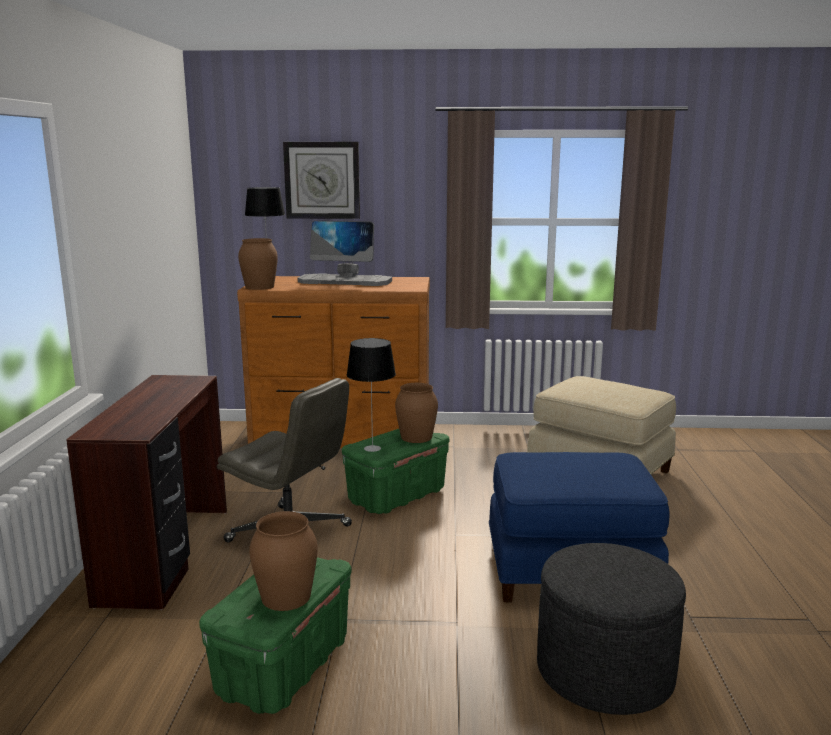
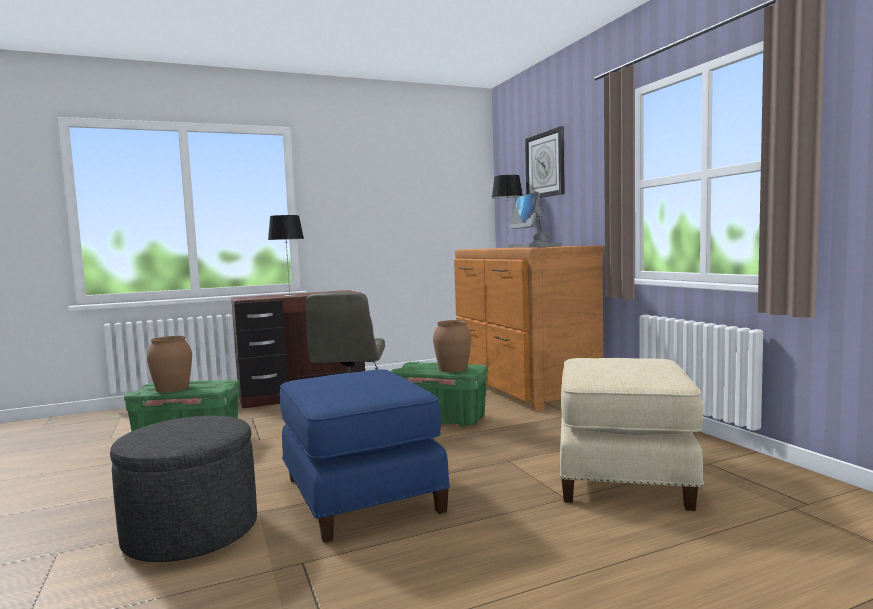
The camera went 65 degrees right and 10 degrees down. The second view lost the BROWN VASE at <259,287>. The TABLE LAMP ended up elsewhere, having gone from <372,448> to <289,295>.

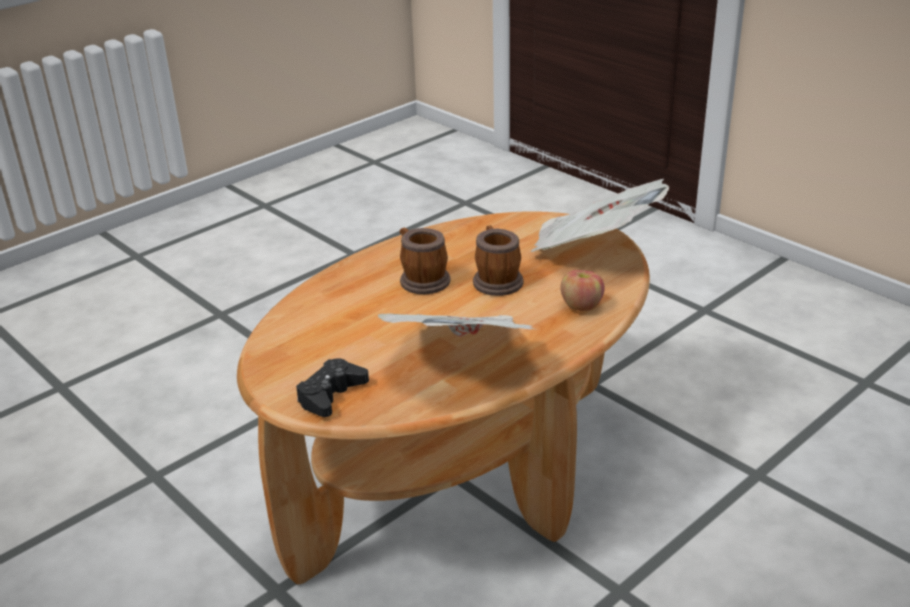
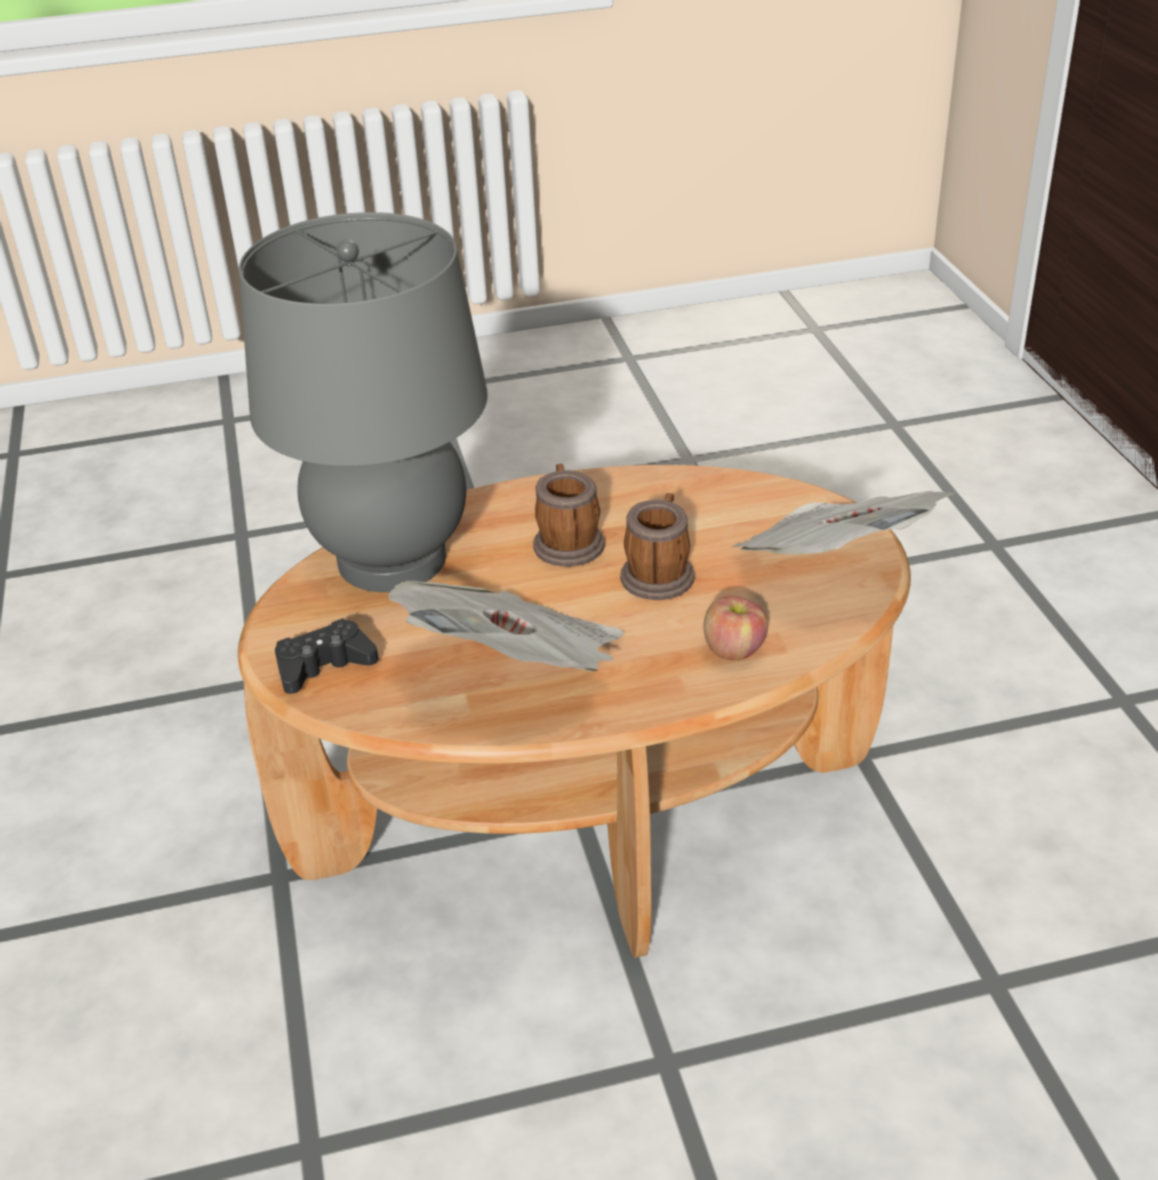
The camera went 30 degrees right and 5 degrees up. The second view gained the GREY TABLE LAMP at <392,559>.

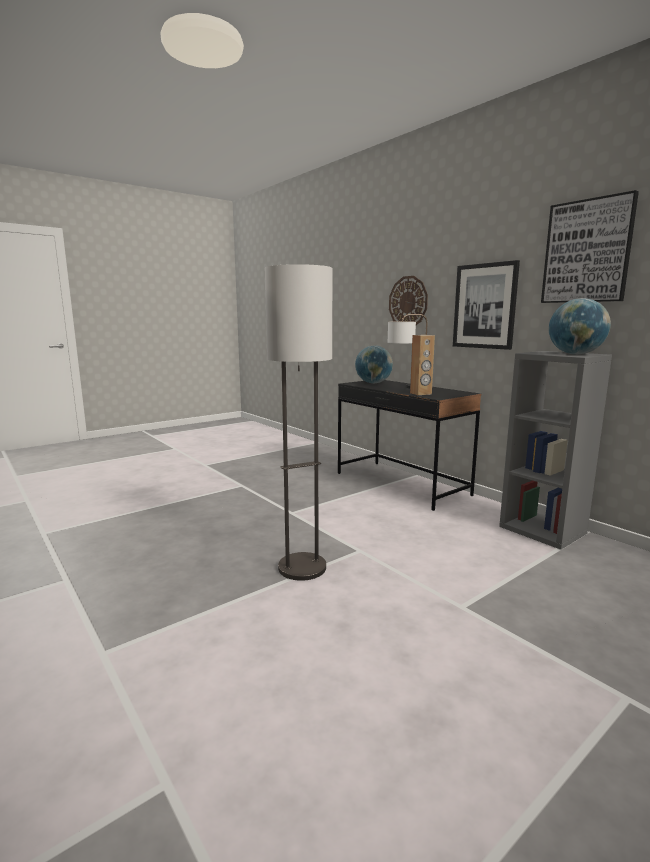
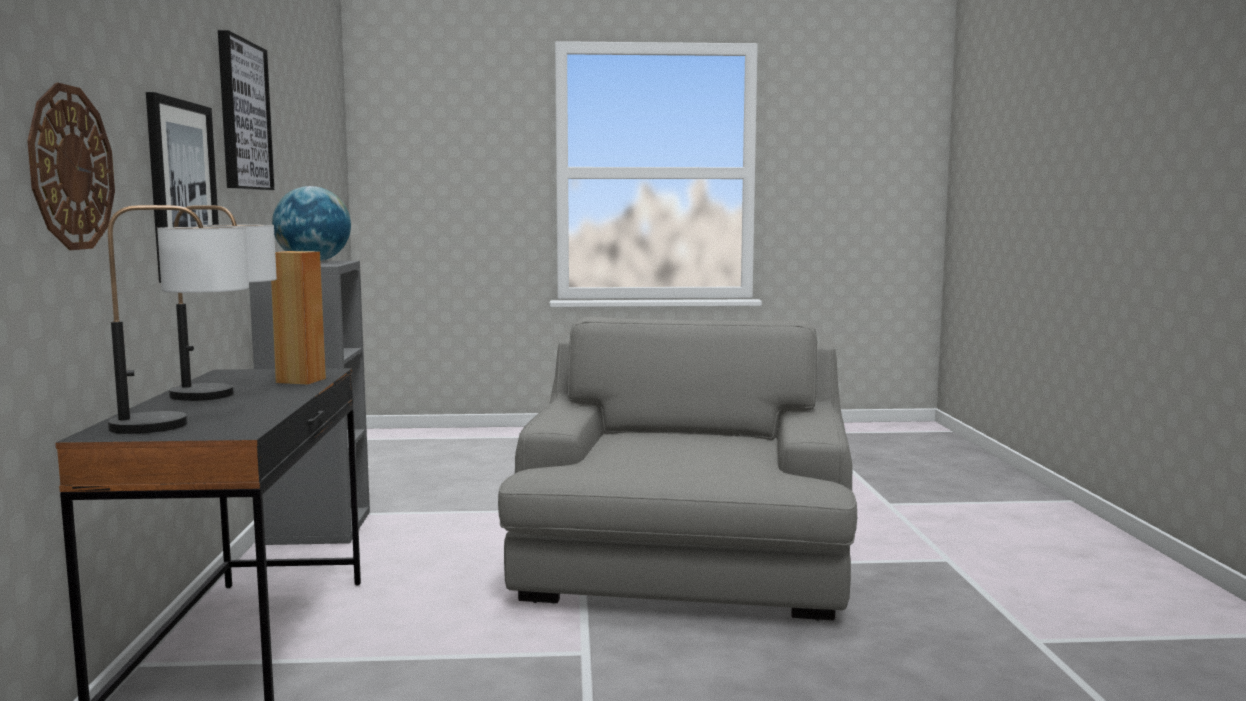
The camera went 145 degrees left and 5 degrees down. Where the FLOOR LAMP stood at <302,568>, the GREY ARMCHAIR came to stand at <684,570>. Where the GLOBE stood at <373,383>, the TABLE LAMP came to stand at <187,423>.

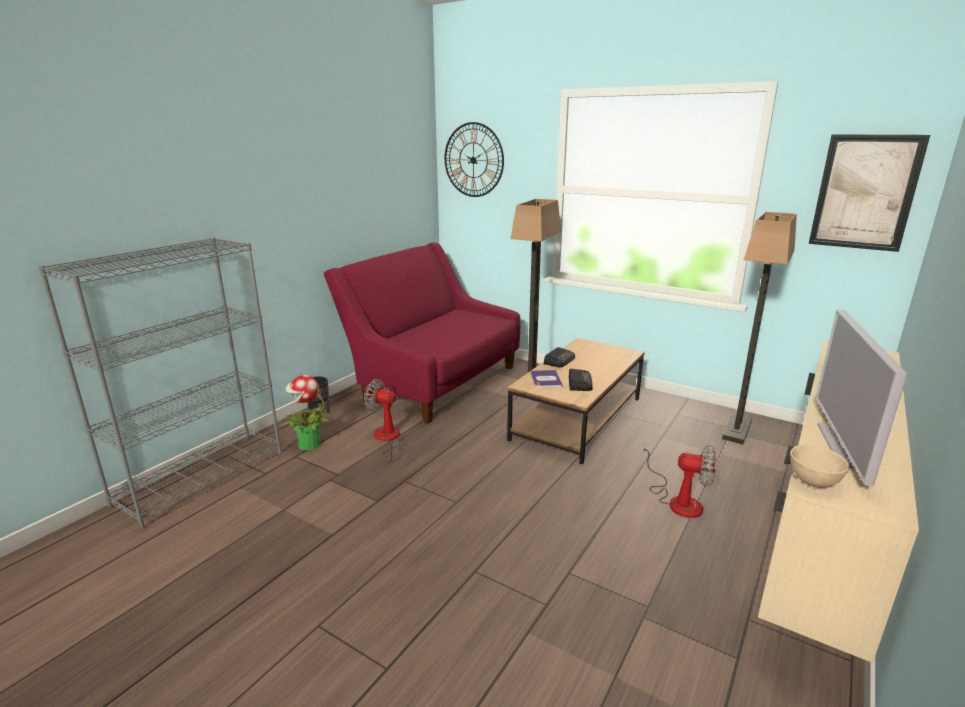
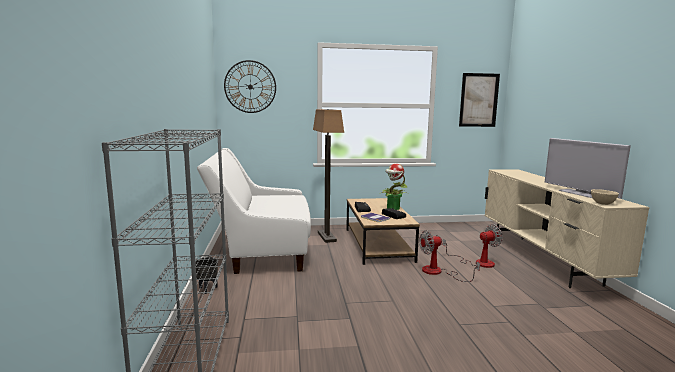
The camera went 40 degrees left and 10 degrees down. The second view lost the FLOOR LAMP at <736,430>. The POTTED PLANT ended up elsewhere, having gone from <308,444> to <393,208>. The FAN ended up elsewhere, having gone from <388,439> to <438,272>. What was the RED SOFA at <434,381> turned into the WHITE SOFA at <262,249>.

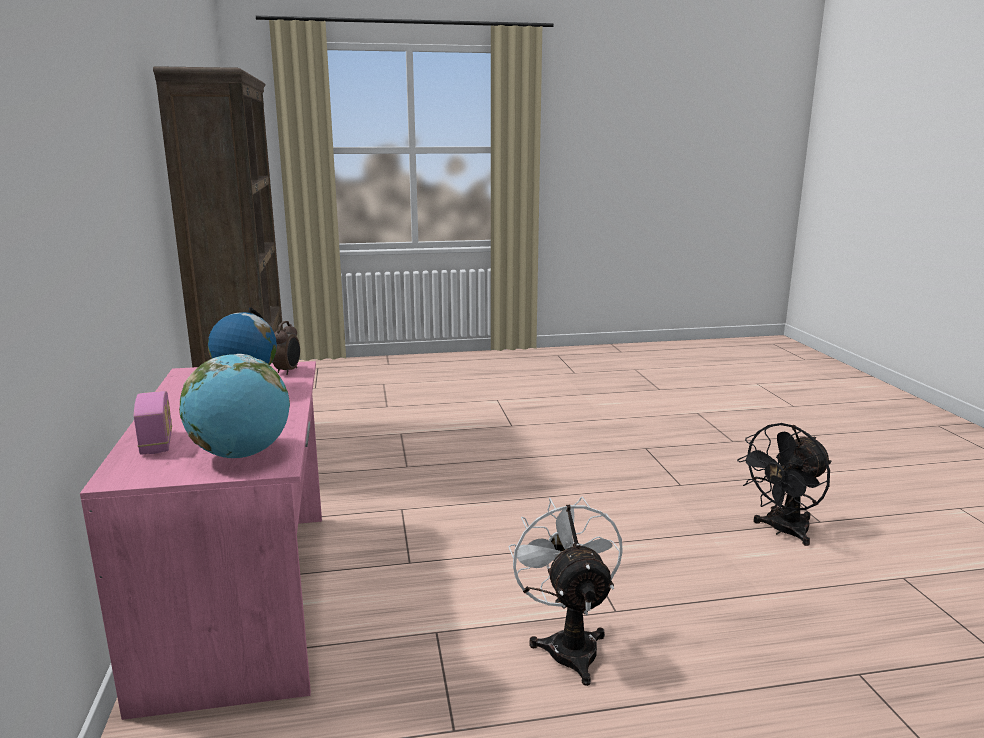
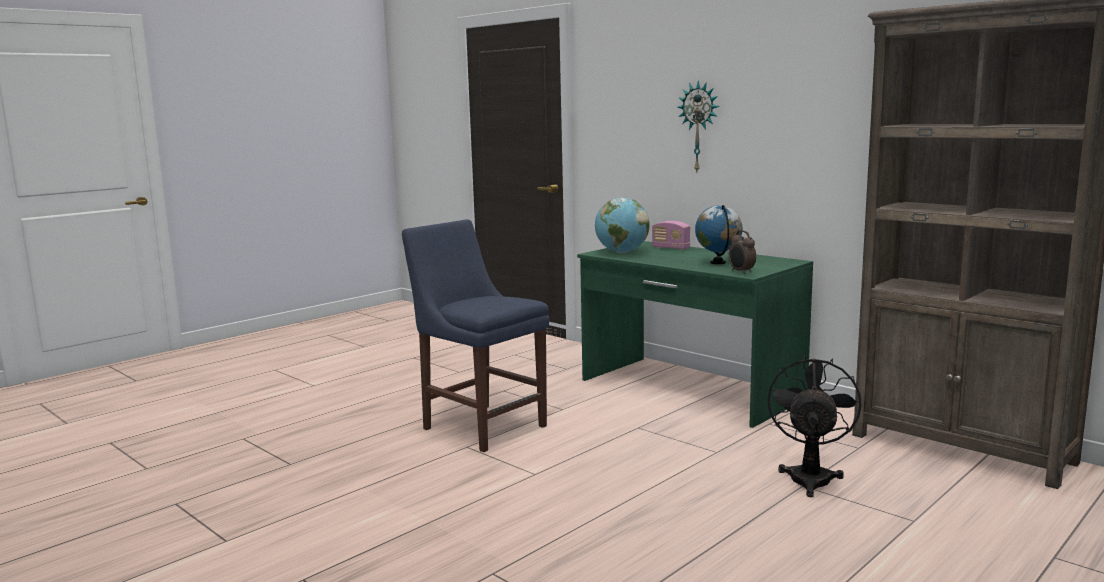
The camera went 145 degrees right and 5 degrees down. The second view gained the WALL CLOCK at <699,127>. The BLACK FAN ended up elsewhere, having gone from <783,531> to <810,476>. Where the WHITE FAN stood at <568,644>, the BLUE CHAIR came to stand at <481,425>. What was the PINK DESK at <245,598> turned into the GREEN DESK at <689,389>.

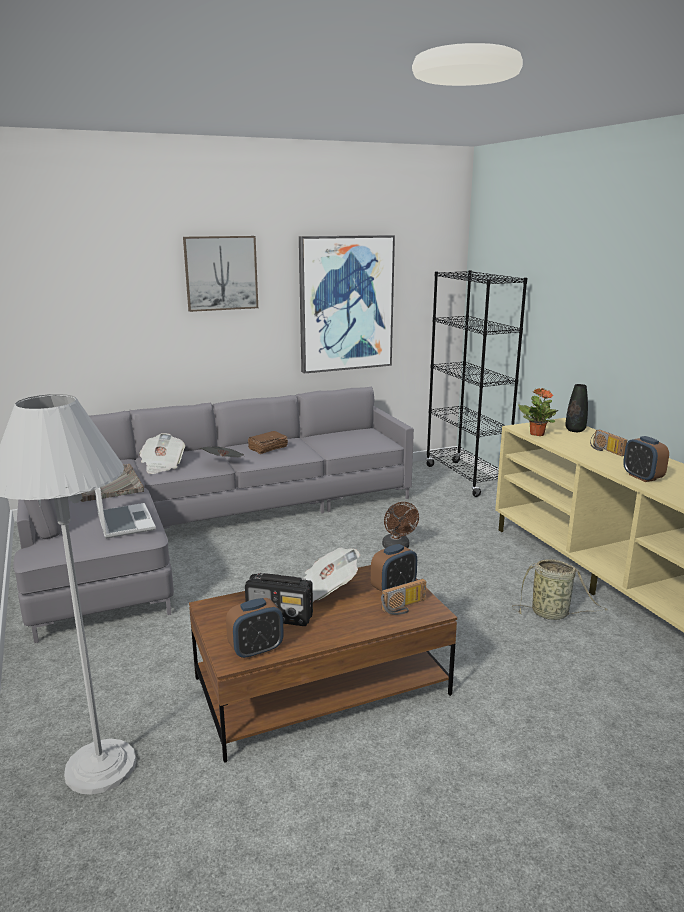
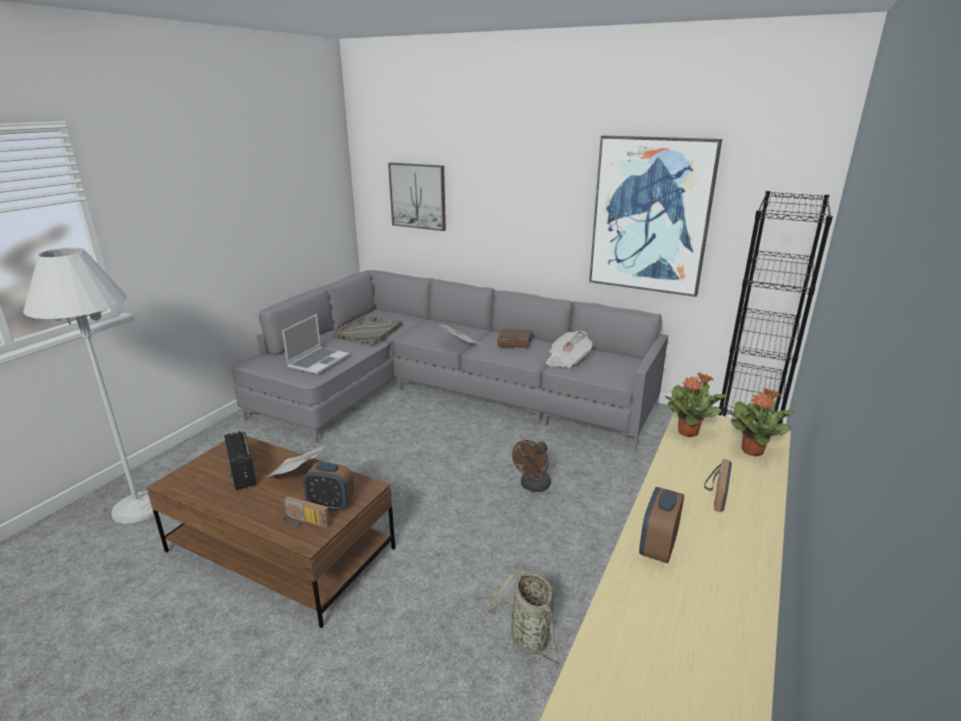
The camera went 50 degrees right and 5 degrees up. The second view lost the ALARM CLOCK at <256,650>. The NEWSPAPER ended up elsewhere, having gone from <162,465> to <566,361>. The PICTURE ended up elsewhere, having gone from <221,273> to <418,196>. Where the BLACK VASE stood at <575,430>, the POTTED PLANT came to stand at <753,450>.

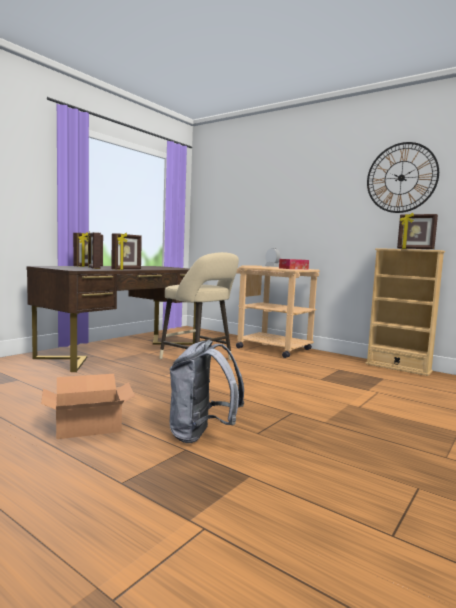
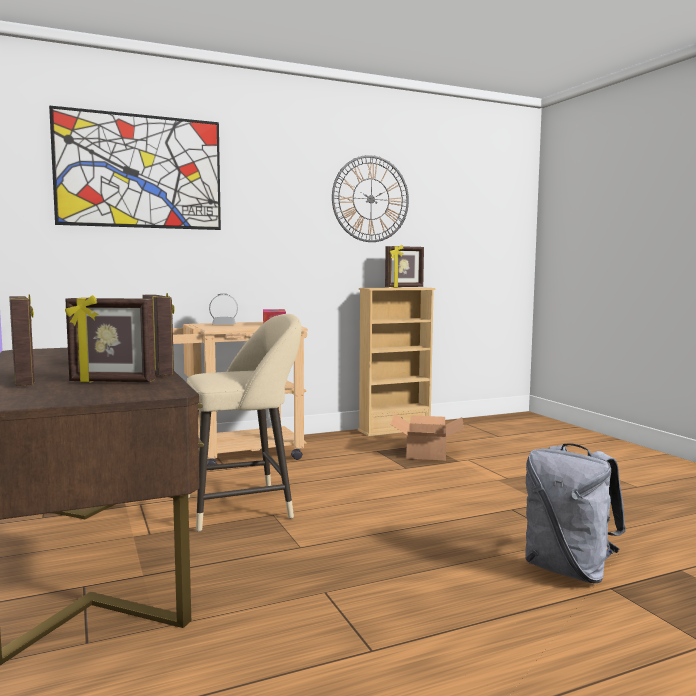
The camera went 60 degrees left and 0 degrees up. The second view gained the PICTURE at <140,171>. The CARDBOARD BOX ended up elsewhere, having gone from <87,425> to <425,452>.

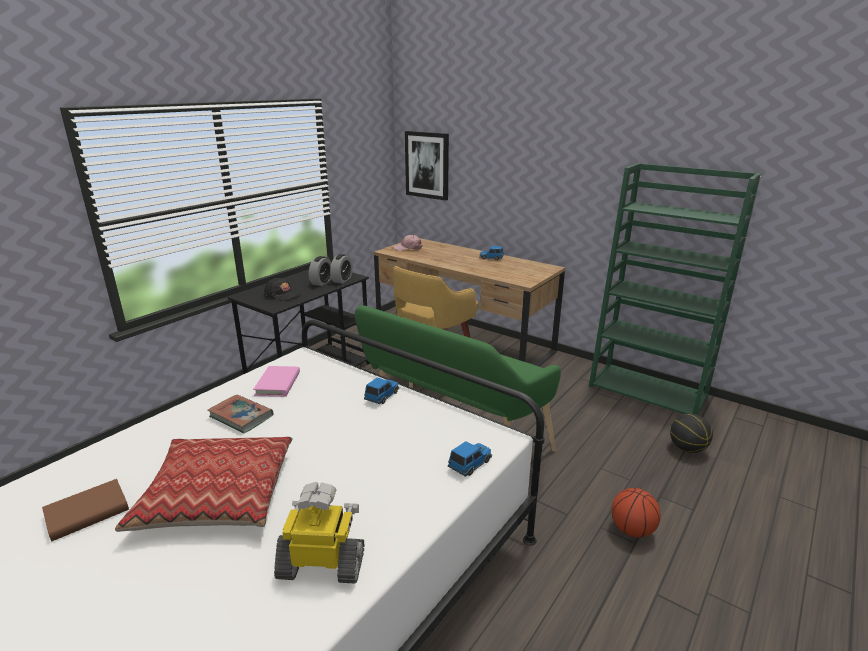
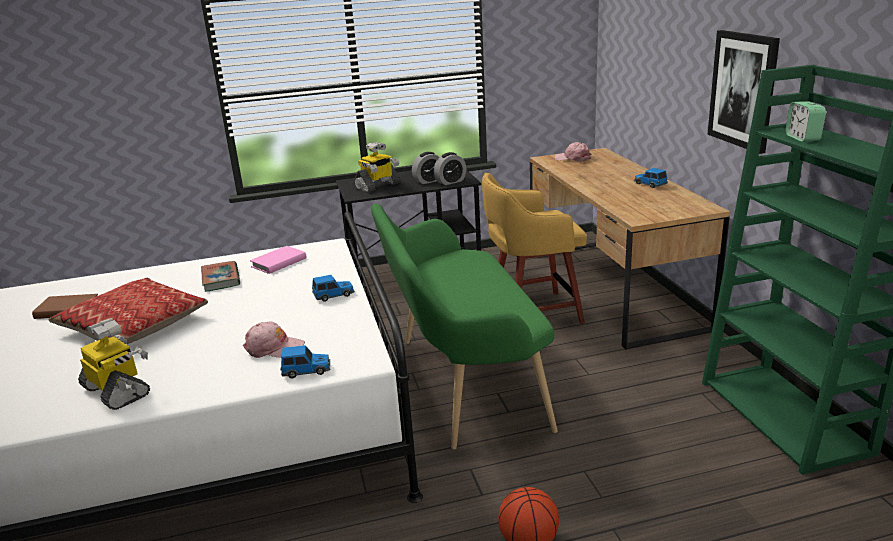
The camera went 40 degrees right and 0 degrees up. The second view lost the BASKETBALL at <687,448>. The second view gained the PINK CAP at <274,348>. The second view gained the ALARM CLOCK at <802,138>. The PICTURE ended up elsewhere, having gone from <427,165> to <743,90>. Where the BLACK CAP stood at <282,295>, the TOY ROBOT came to stand at <378,186>.

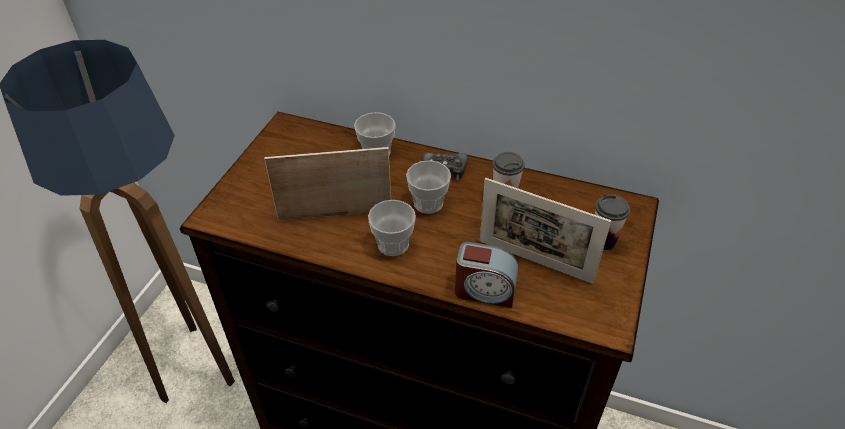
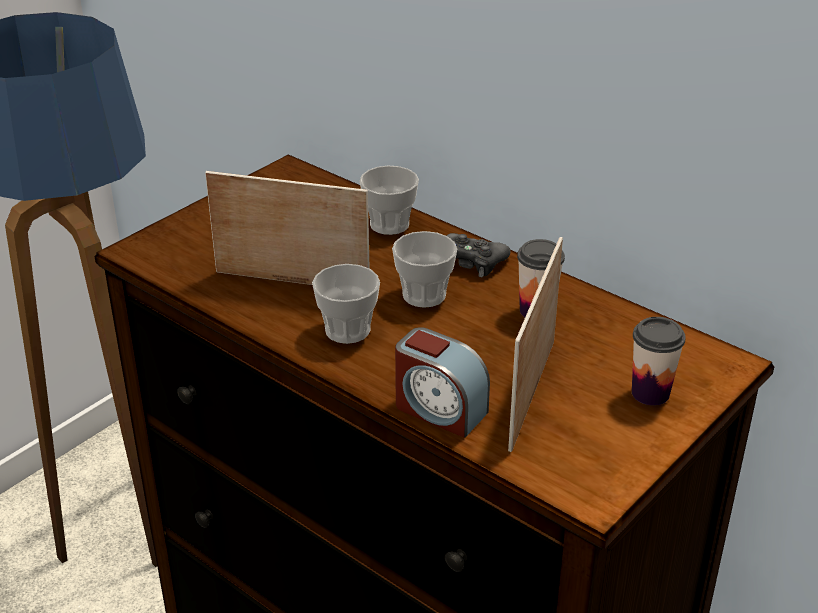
The camera went 20 degrees right and 10 degrees down. The PICTURE FRAME at <535,261> ended up facing another way, 60 degrees clockwise from before.

